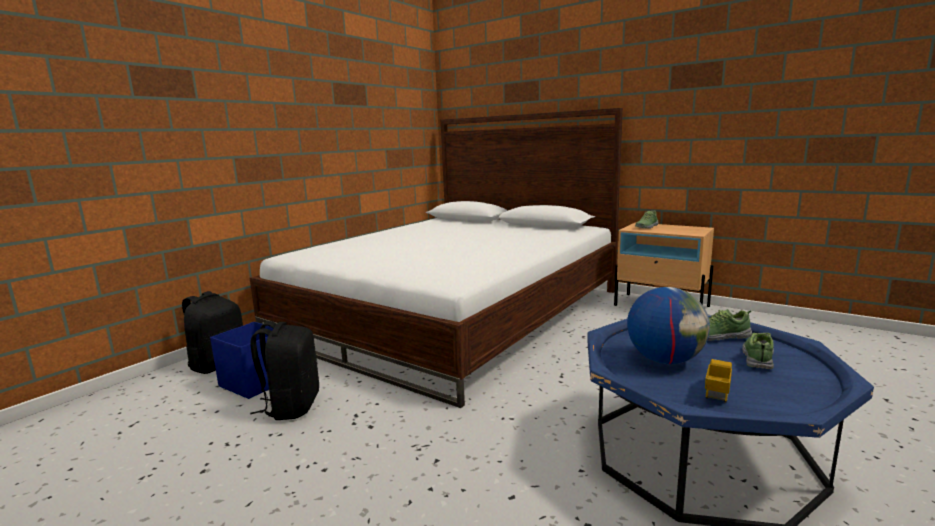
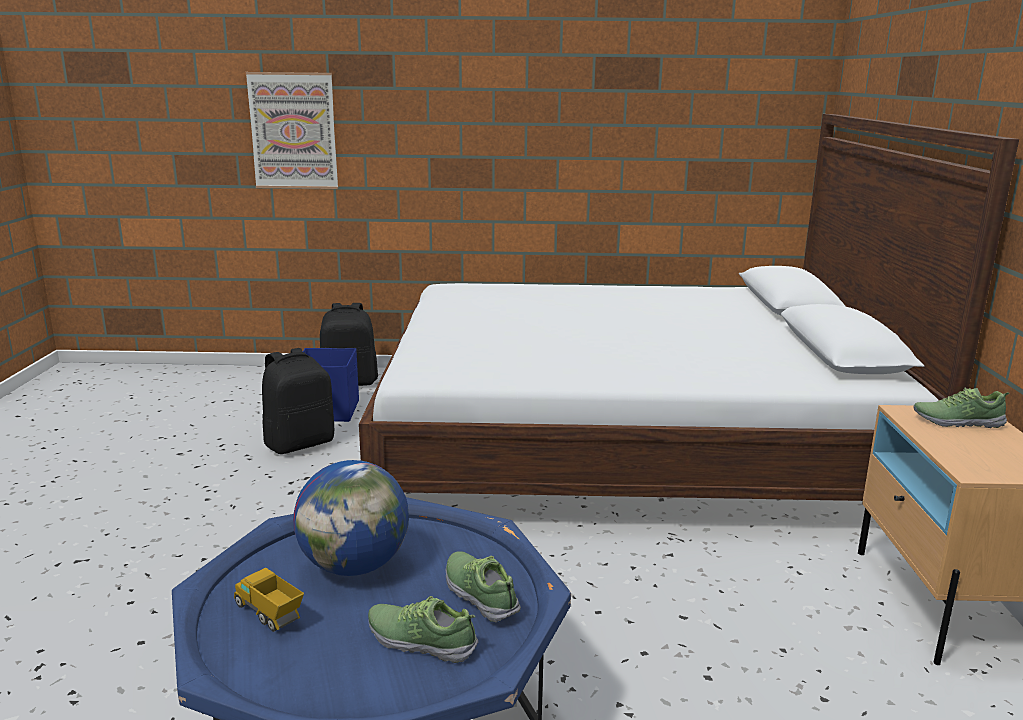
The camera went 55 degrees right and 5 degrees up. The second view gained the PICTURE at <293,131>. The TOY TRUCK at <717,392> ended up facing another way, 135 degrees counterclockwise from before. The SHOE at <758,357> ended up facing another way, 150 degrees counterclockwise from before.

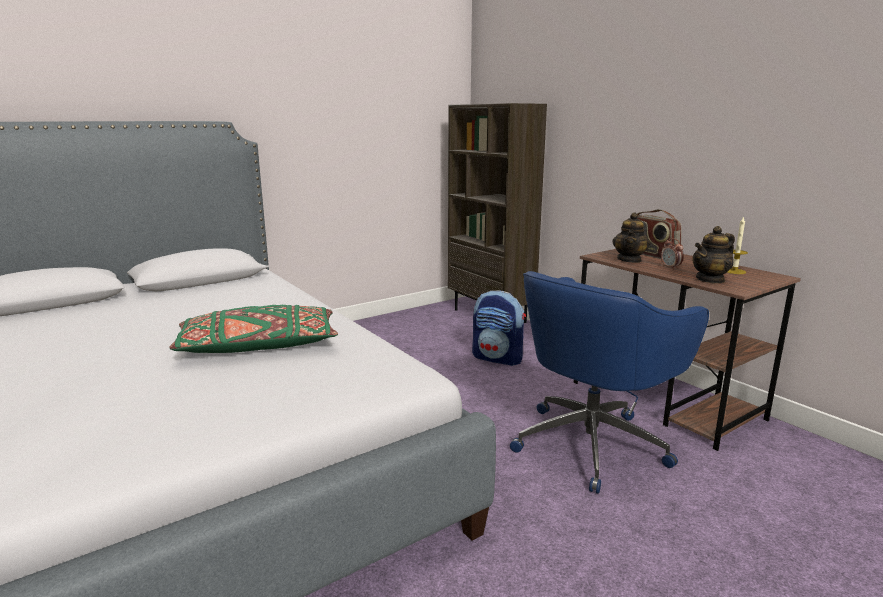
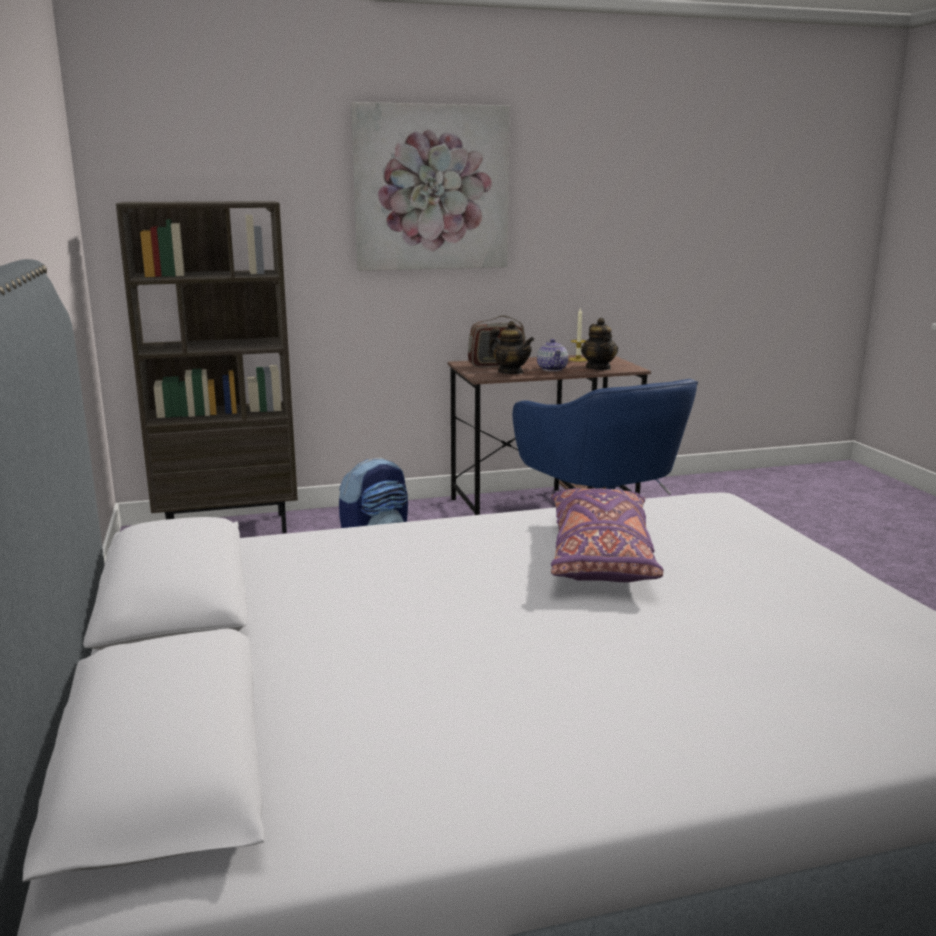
The camera went 70 degrees left and 0 degrees up. The second view gained the PICTURE at <431,188>. Where the ALARM CLOCK stood at <670,268>, the TEAPOT came to stand at <552,369>. What was the GREEN PILLOW at <258,346> turned into the PURPLE PILLOW at <600,556>.

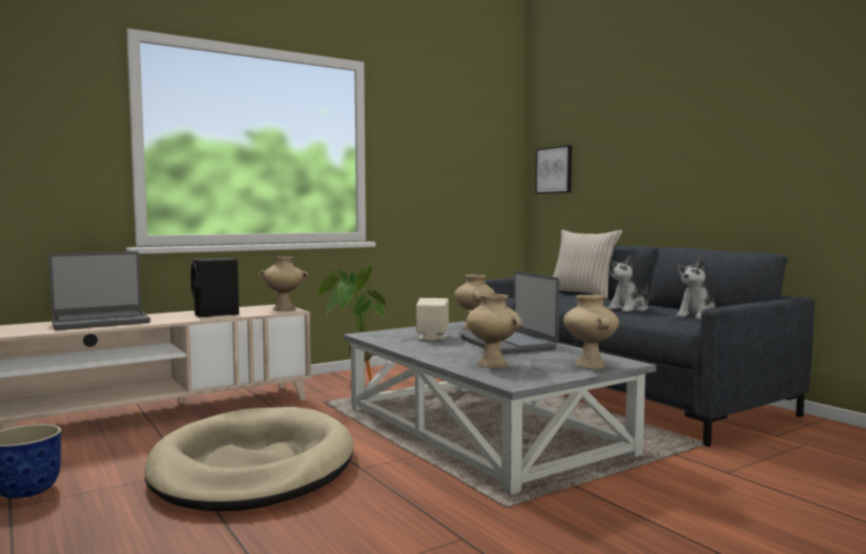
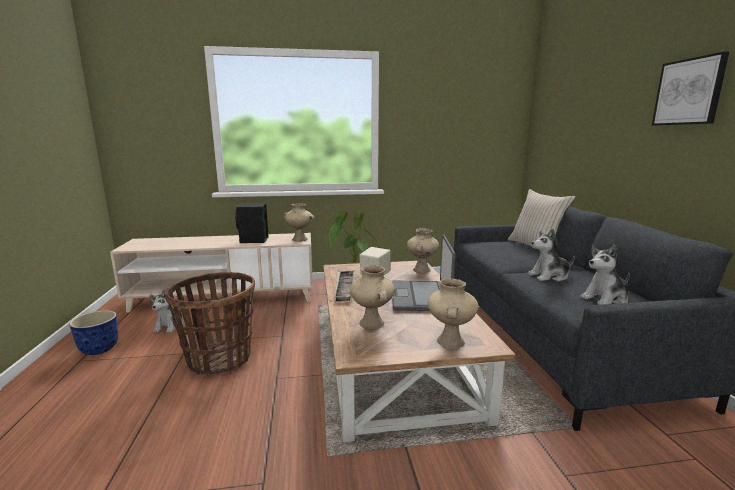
The camera went 25 degrees right and 10 degrees up. The second view lost the LAPTOP at <100,322>. The second view gained the PLUSH TOY at <170,326>. The second view gained the TRAY at <344,288>. The PICTURE ended up elsewhere, having gone from <554,170> to <689,92>. Where the BEIGE DOG BED stood at <254,467>, the BASKET came to stand at <219,359>. What was the GREY COFFEE TABLE at <483,430> turned into the BROWN COFFEE TABLE at <395,359>.

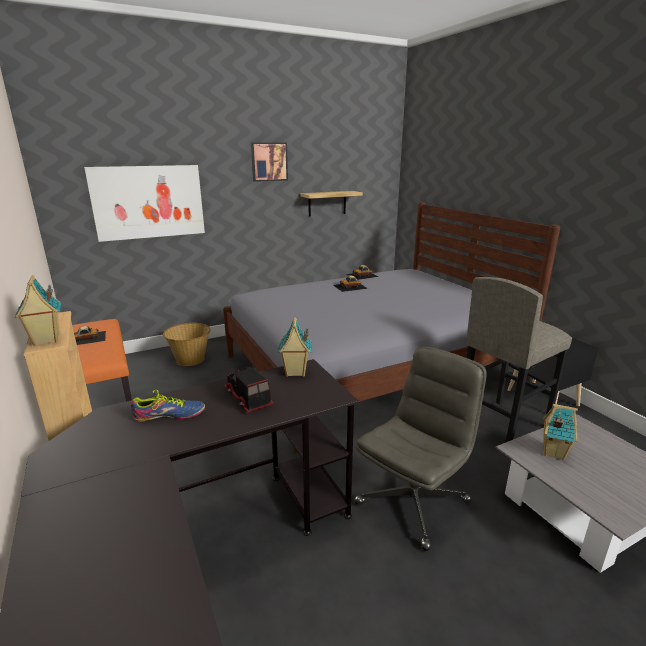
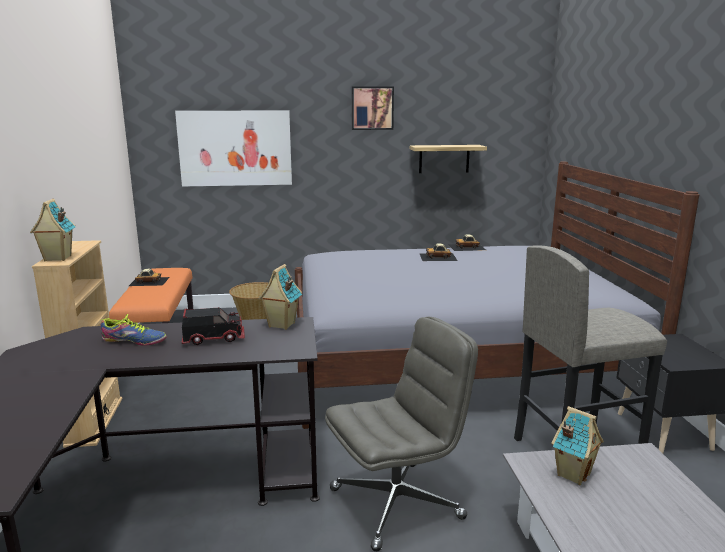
The camera went 20 degrees right and 5 degrees down. The TOY TRUCK at <247,397> ended up facing another way, 90 degrees clockwise from before.

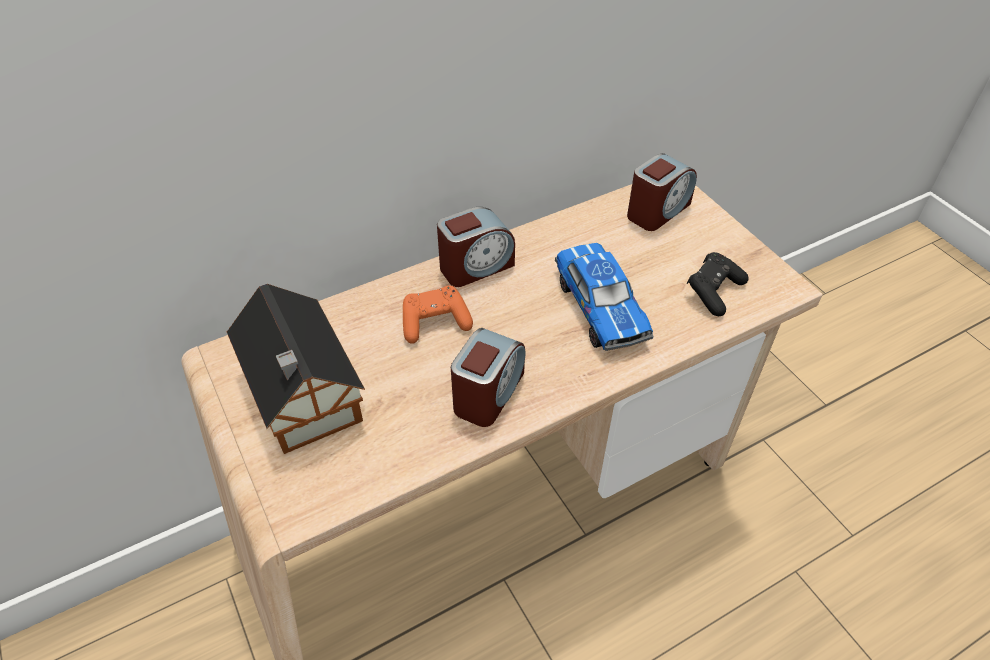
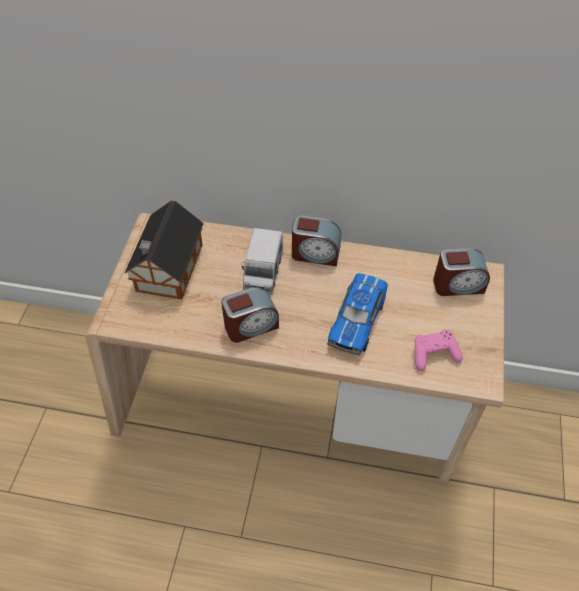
The camera went 40 degrees right and 5 degrees up. Where the ORANGE GAME CONTROLLER stood at <435,322>, the TOY TRUCK came to stand at <263,271>. What was the BLACK GAME CONTROLLER at <713,291> turned into the PINK GAME CONTROLLER at <434,354>.

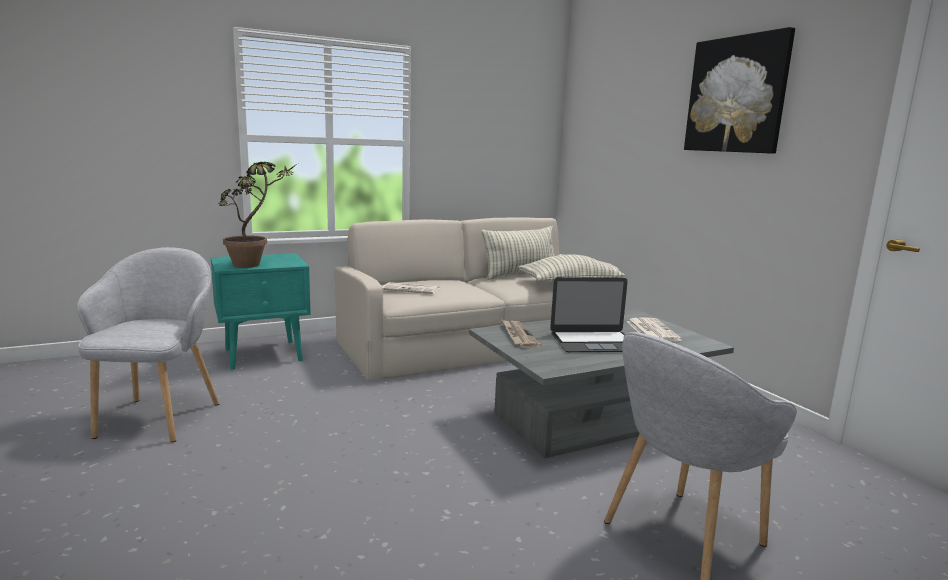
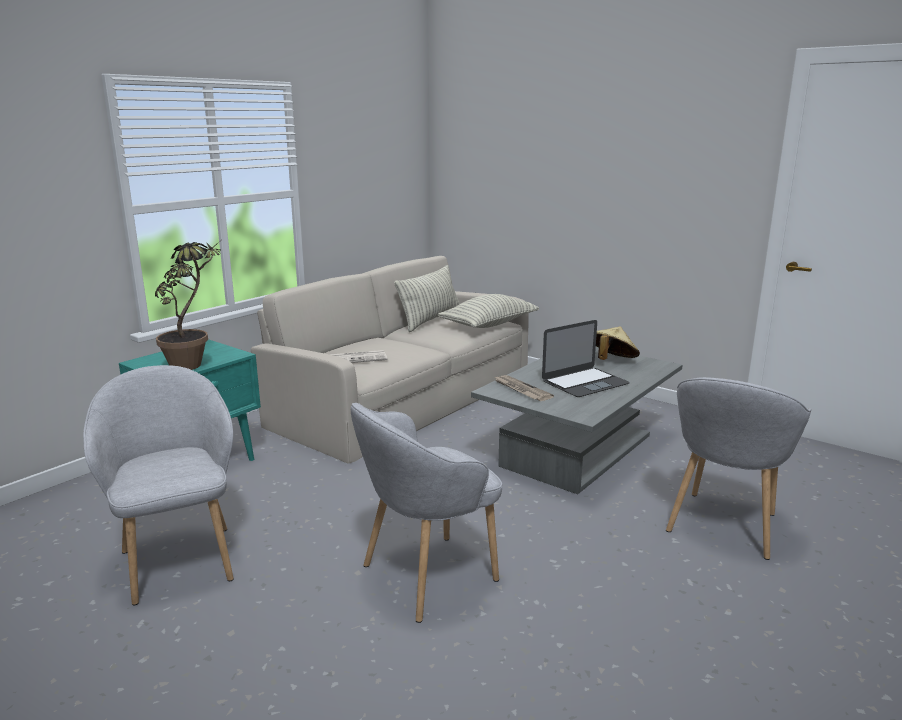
The camera went 25 degrees left and 5 degrees up. The second view lost the PICTURE at <737,95>. The second view gained the GREY ARMCHAIR at <426,576>. Where the NEWSPAPER stood at <651,330>, the BEIGE HAT came to stand at <611,361>.

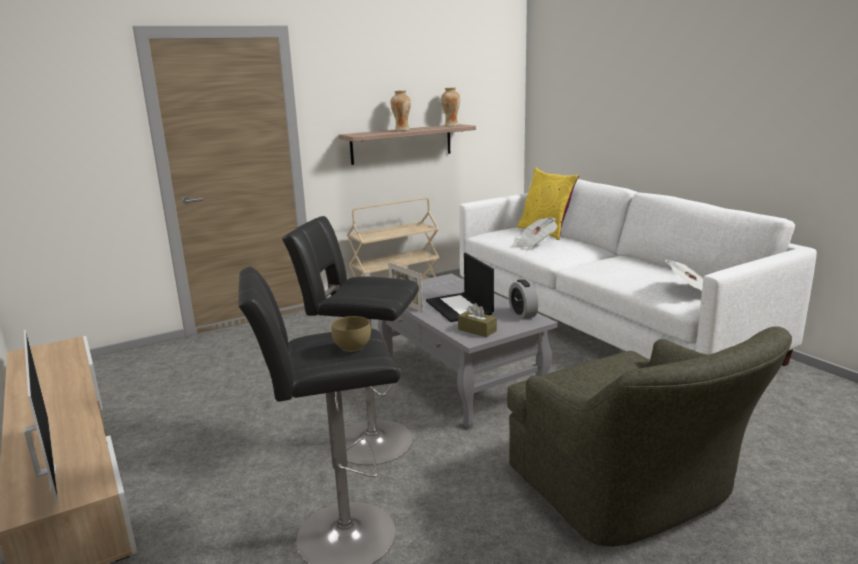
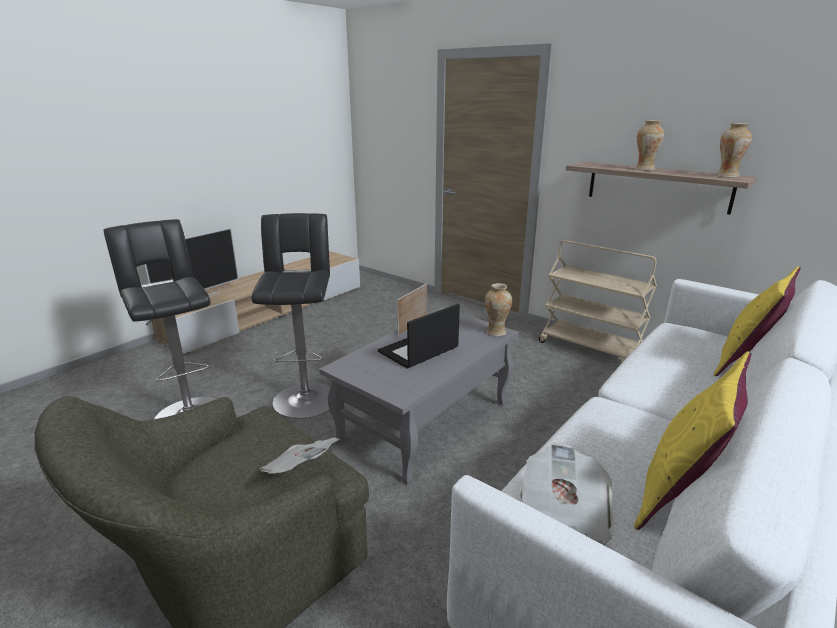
The camera went 70 degrees right and 5 degrees up. The second view lost the BROWN BOWL at <354,347>. The second view lost the BROWN TISSUE BOX at <477,330>. The second view lost the ALARM CLOCK at <522,314>. The second view gained the VASE at <496,332>. The second view gained the YELLOW PILLOW at <679,494>. The NEWSPAPER ended up elsewhere, having gone from <534,244> to <301,471>.

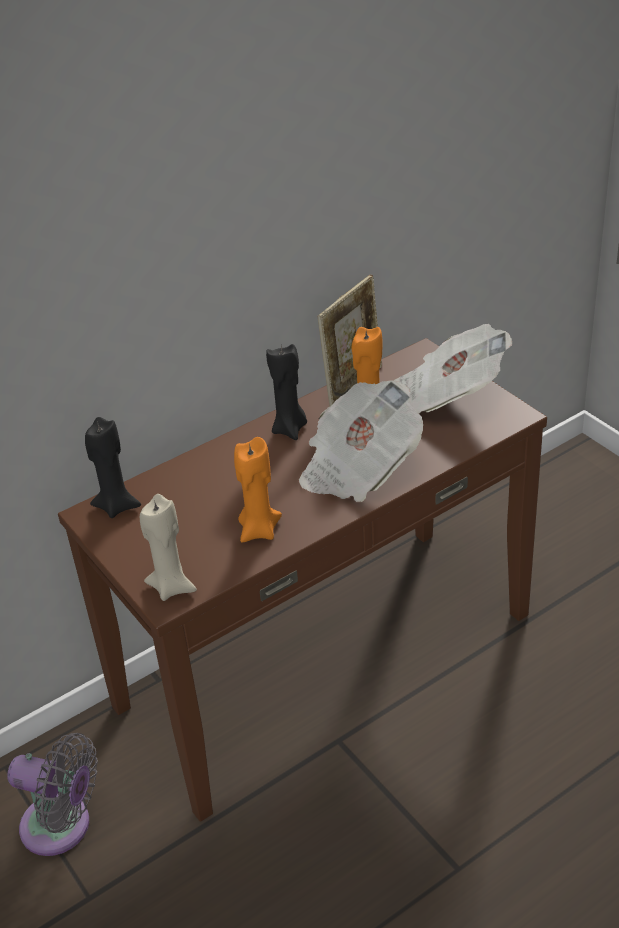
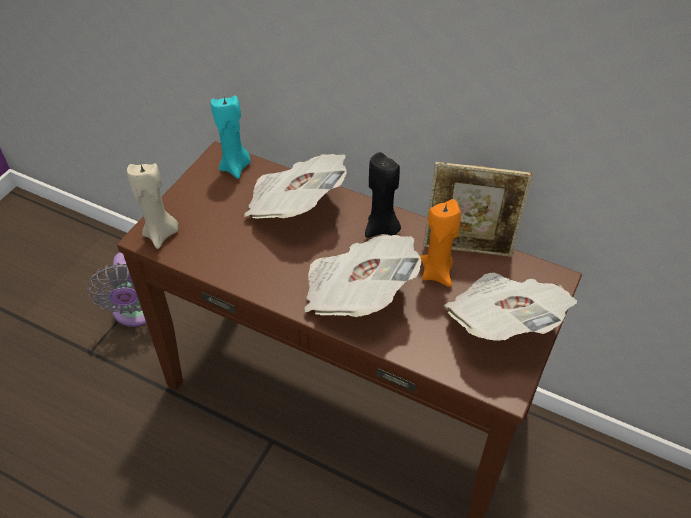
The camera went 60 degrees right and 10 degrees up. The second view lost the ORANGE CANDLE at <259,530>. The second view gained the NEWSPAPER at <295,206>. What was the BLACK CANDLE at <116,506> turned into the TURQUOISE CANDLE at <235,167>.

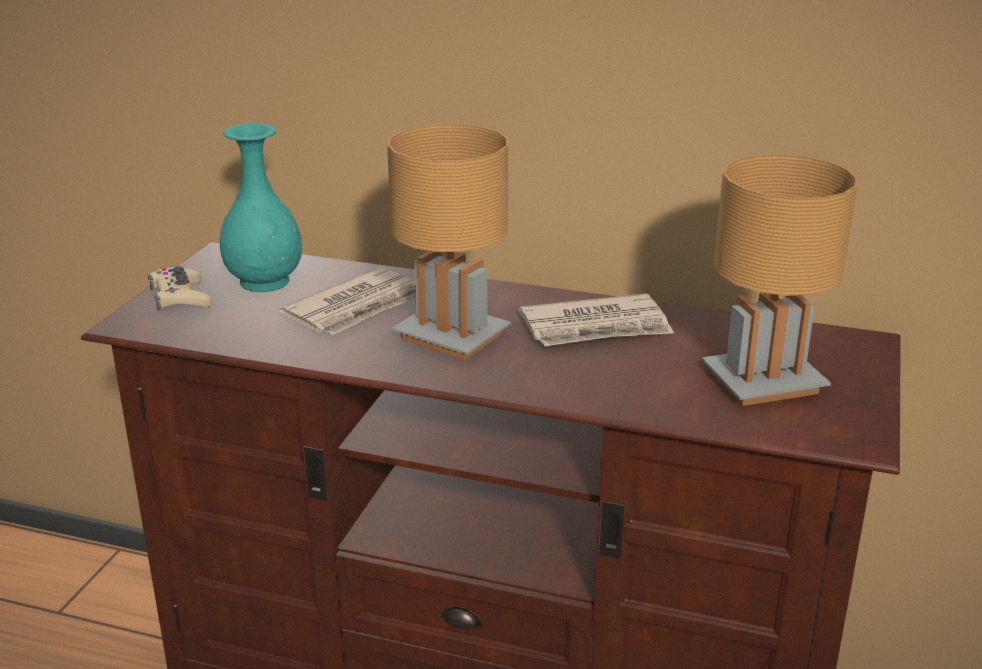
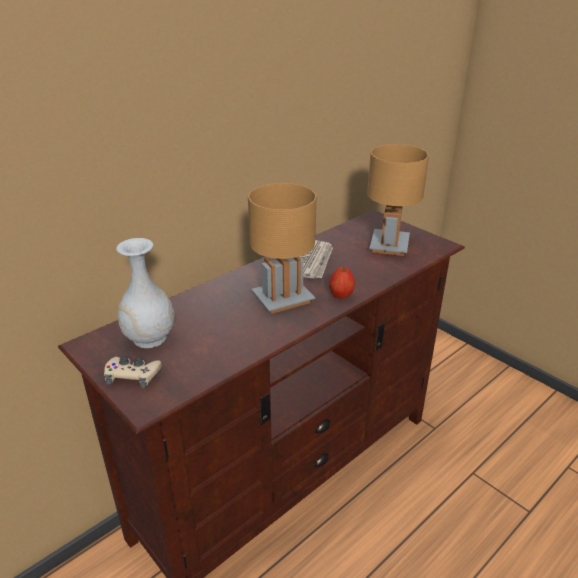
The camera went 60 degrees left and 5 degrees up. The second view lost the NEWSPAPER at <357,308>. The second view gained the APPLE at <341,295>. What was the TURQUOISE VASE at <265,281> turned into the WHITE VASE at <150,337>.

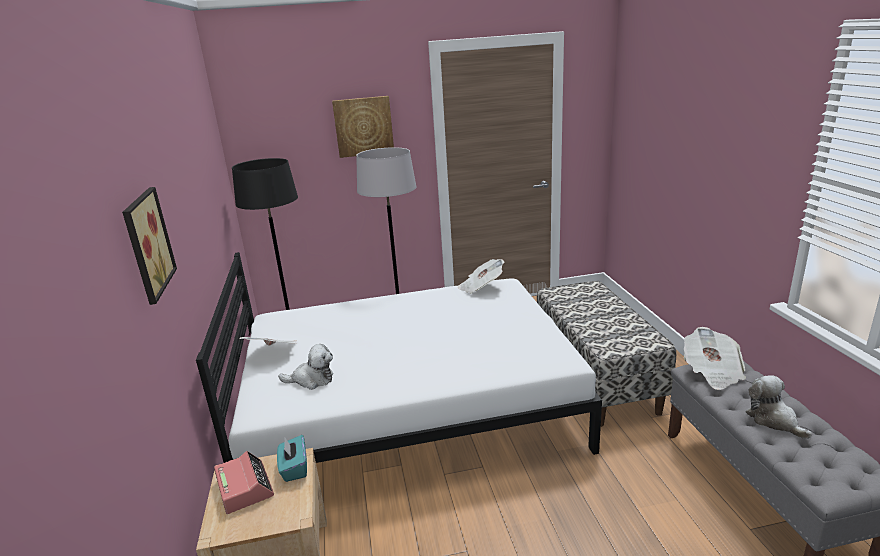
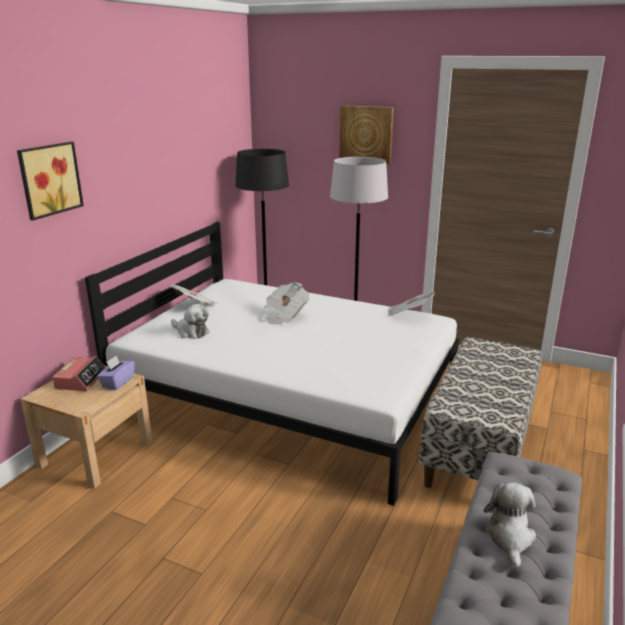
The camera went 35 degrees right and 0 degrees up. The NEWSPAPER ended up elsewhere, having gone from <712,372> to <284,315>. What was the TURQUOISE TISSUE BOX at <294,468> turned into the PURPLE TISSUE BOX at <117,382>.

